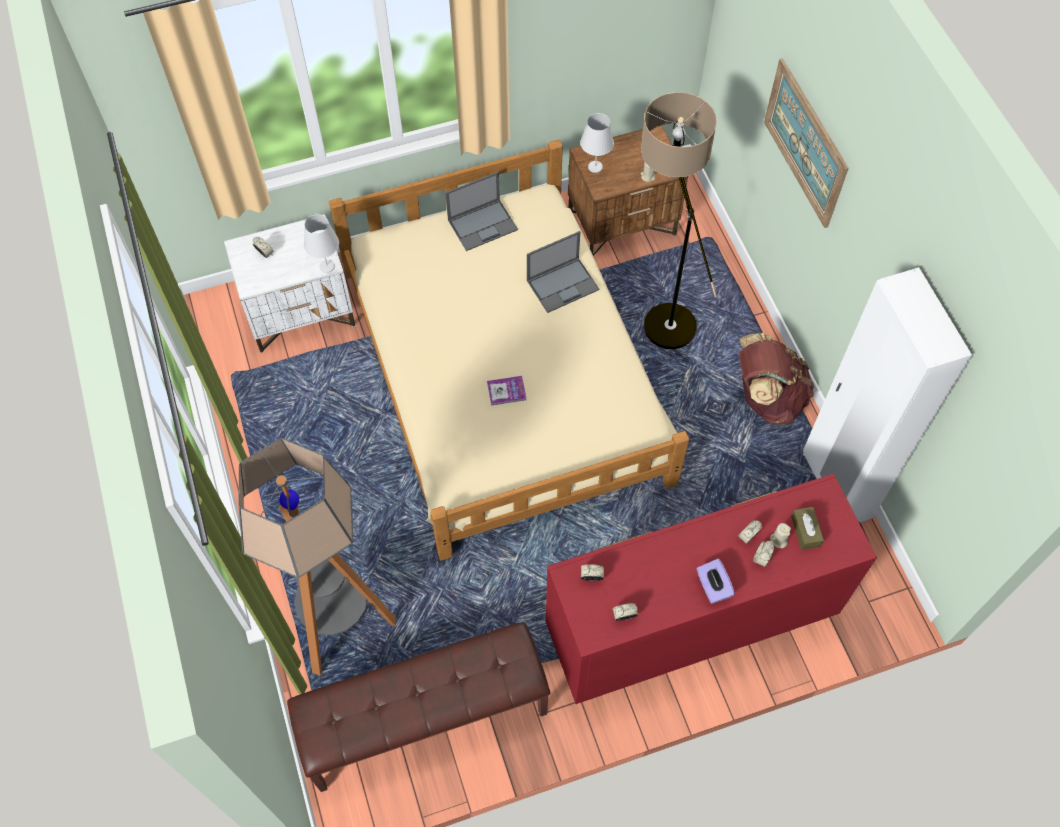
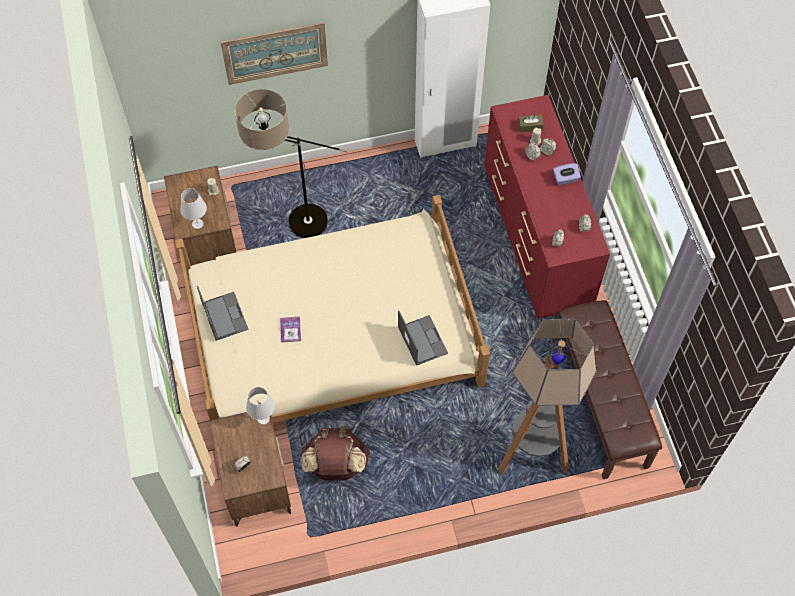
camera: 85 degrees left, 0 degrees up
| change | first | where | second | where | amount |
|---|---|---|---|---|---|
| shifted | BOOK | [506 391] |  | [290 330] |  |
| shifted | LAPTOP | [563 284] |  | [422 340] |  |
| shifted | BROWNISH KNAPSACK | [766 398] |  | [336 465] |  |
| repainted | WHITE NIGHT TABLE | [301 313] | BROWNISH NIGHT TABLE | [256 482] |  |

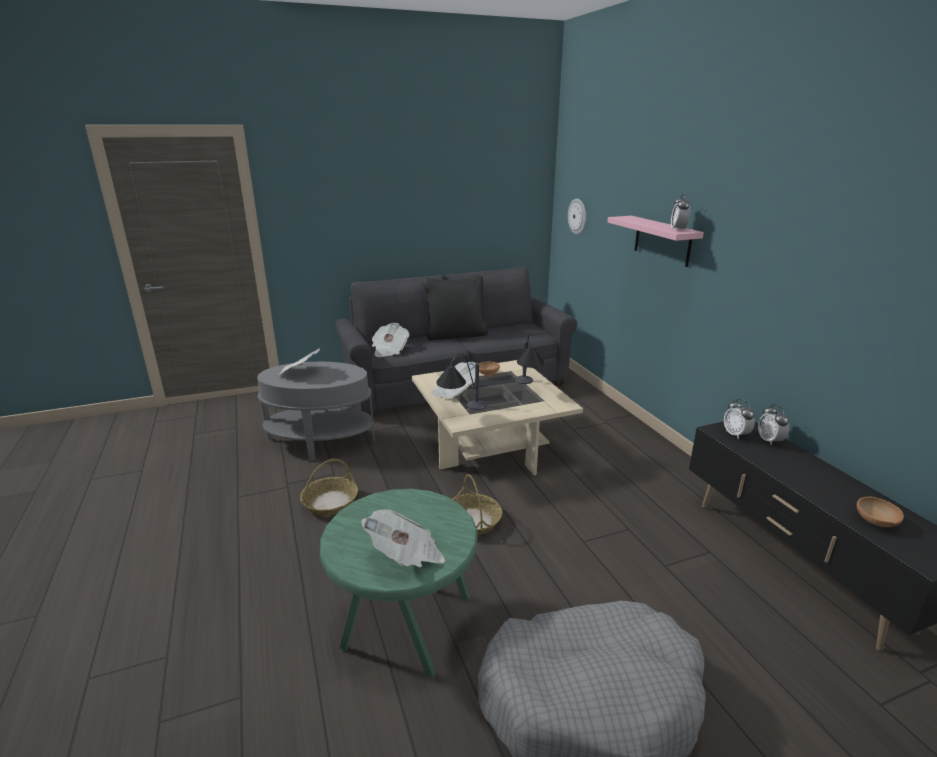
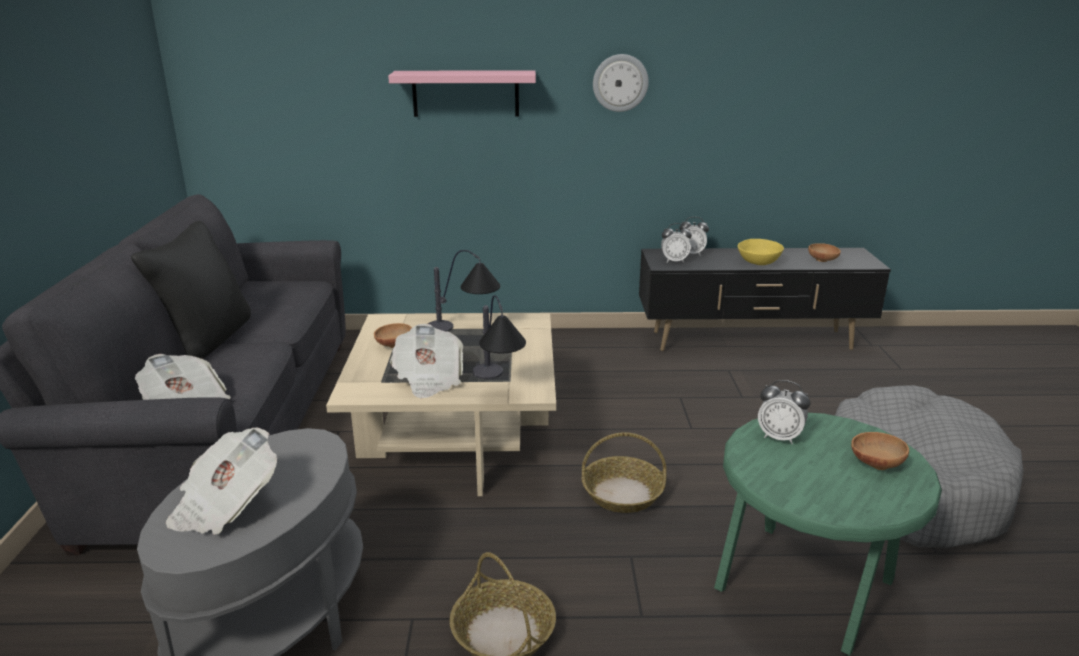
camera: 70 degrees left, 0 degrees up
| change | first | where | second | where | amount |
|---|---|---|---|---|---|
| new |  |  | YELLOW-COLOURED BOWL | [758 262] |  |
| shifted | CLOCK ON THE WALL | [578 216] |  | [620 83] |  |
| shifted | TABLE CLOCK | [678 230] |  | [779 437] |  |
| swapped | PRINTED PAPER | [405 555] | BROWNISH BOWL | [875 463] |  |

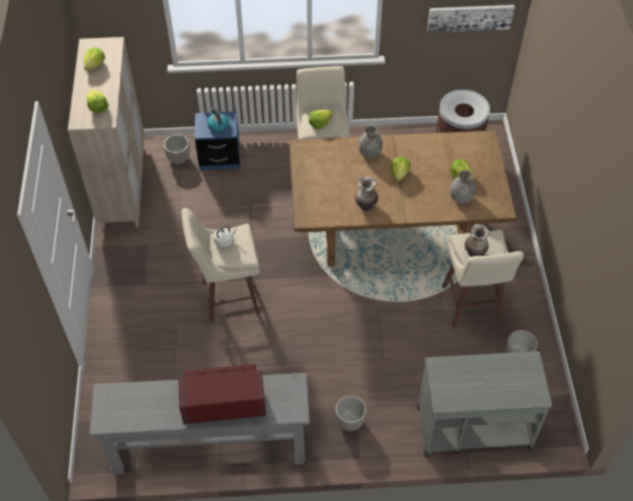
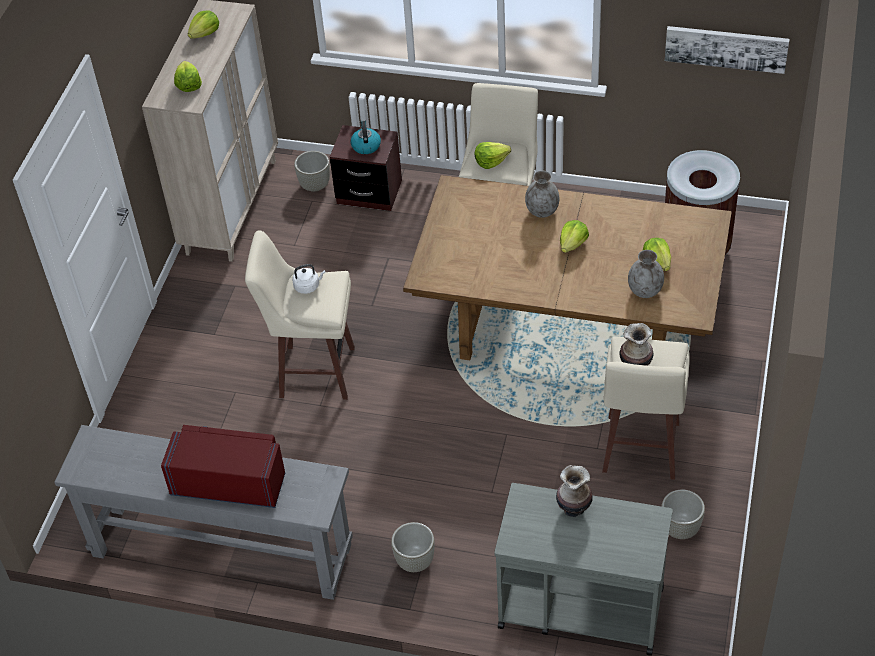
camera: 20 degrees right, 5 degrees down
| change | first | where | second | where | amount |
|---|---|---|---|---|---|
| shifted | DECORATIVE VASE | [365 205] |  | [573 507] |  |
| repainted | BLUE NIGHT TABLE | [219 157] | BROWNISH NIGHT TABLE | [369 192] |  |

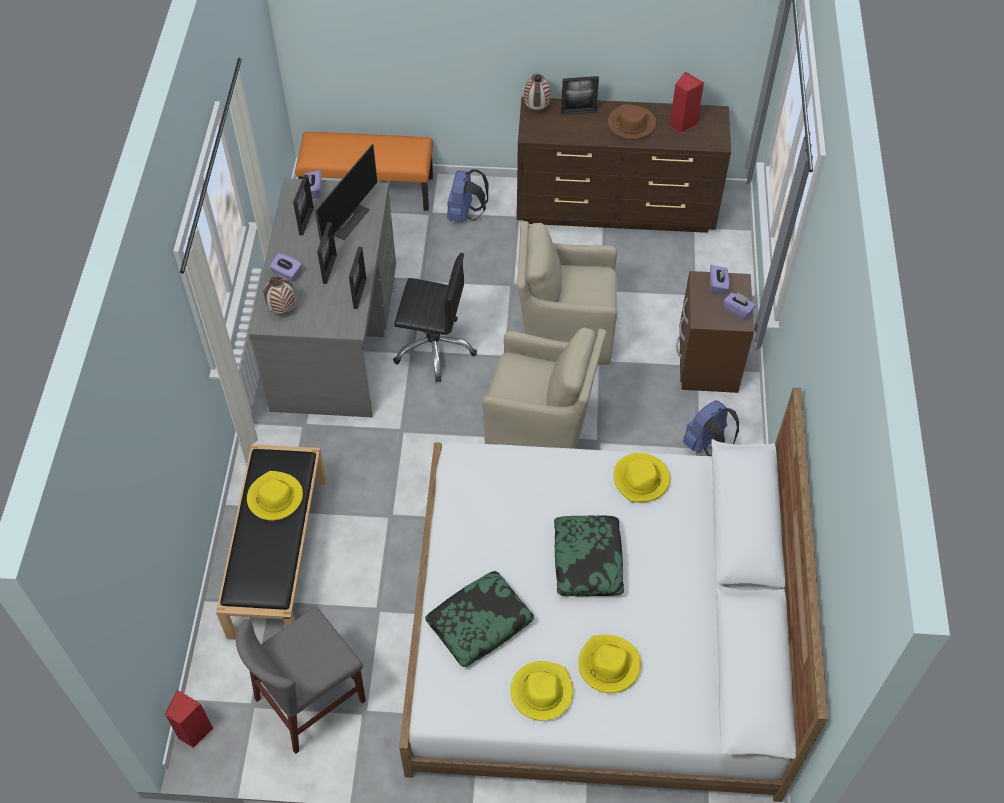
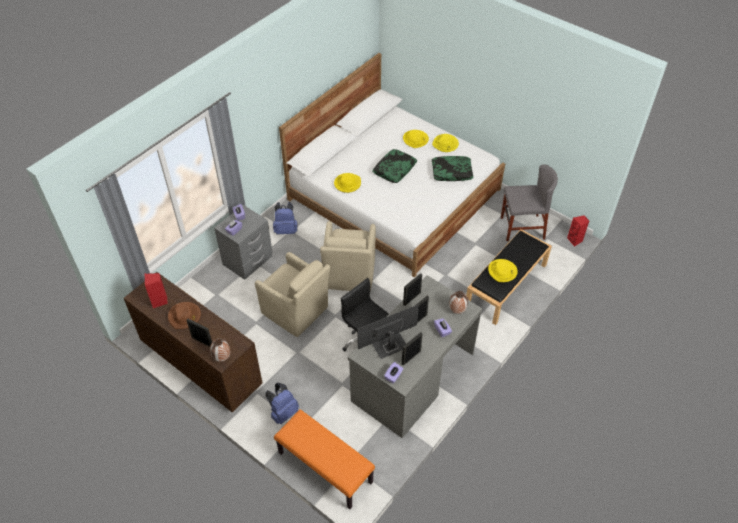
camera: 145 degrees left, 5 degrees down
| change | first | where | second | where | amount |
|---|---|---|---|---|---|
| repainted | BROWNISH NIGHT TABLE | [706 362] | GRAY NIGHT TABLE | [248 261] |  |
| rotated | SAND-COLOURED ARMCHAIR | [541 428] |  | [349 274] | 135 degrees counterclockwise |

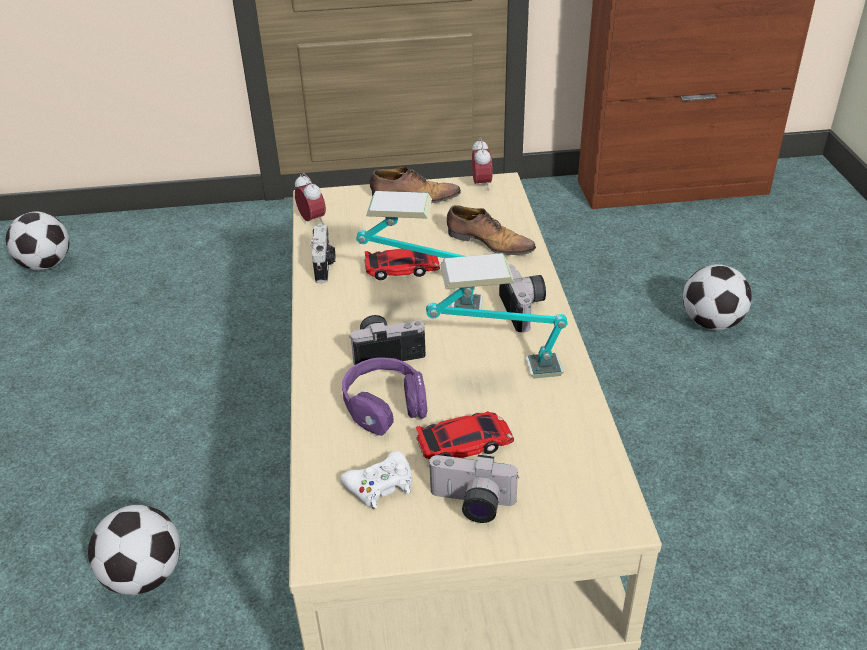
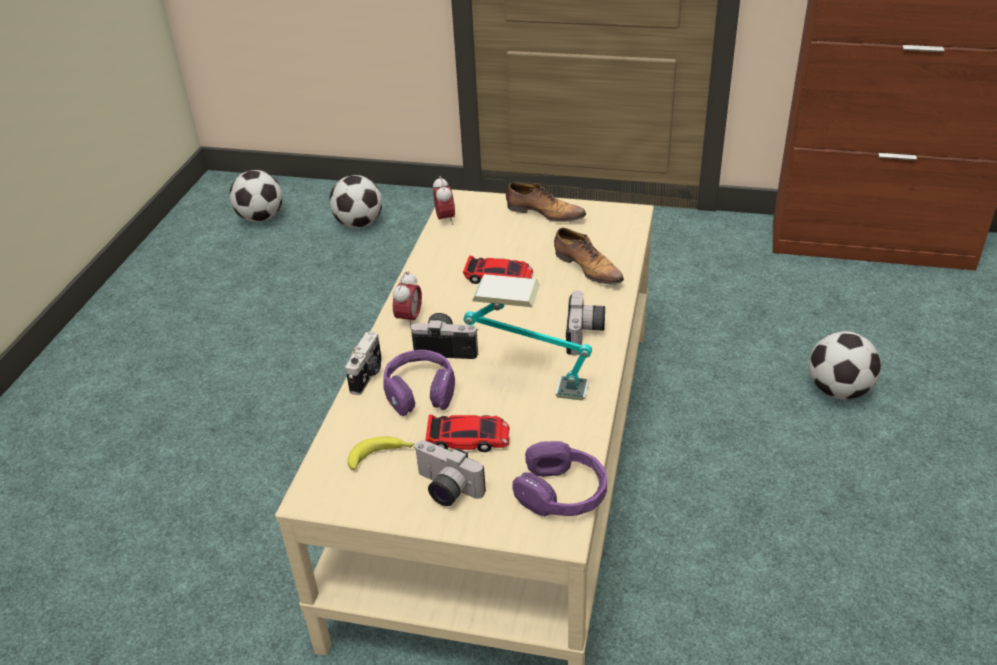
camera: 20 degrees right, 0 degrees up
| change | first | where | second | where | amount |
|---|---|---|---|---|---|
| gone | TABLETOP LAMP | [423 304] |  |  |  |
| new |  |  | PURPLISH HEADPHONES | [562 493] |  |
| shifted | BALL FOR FOOTBALL | [144 576] |  | [359 224] |  |
| shifted | PHOTO CAMERA | [324 266] |  | [368 376] |  |
| shifted | TABLE CLOCK | [481 184] |  | [409 319] |  |
| swapped | WHITE GAMEPAD | [380 485] | BANANA | [382 456] |  |

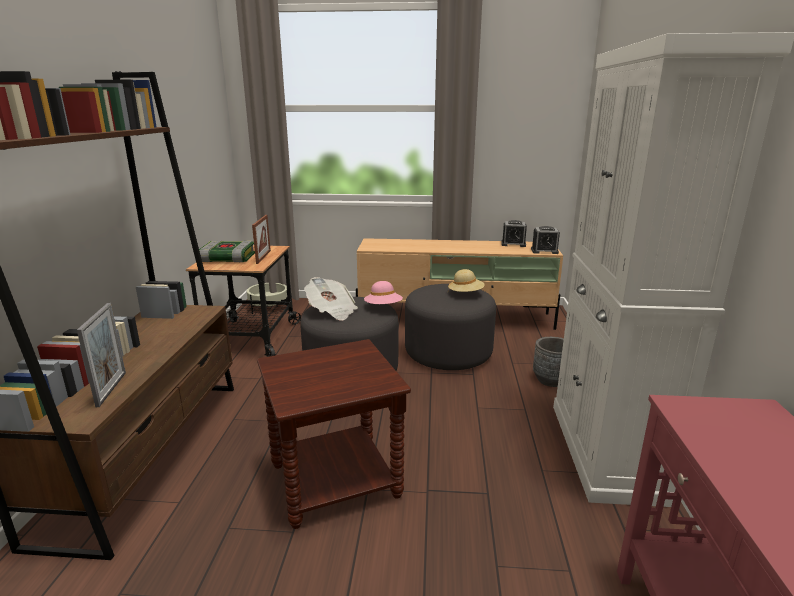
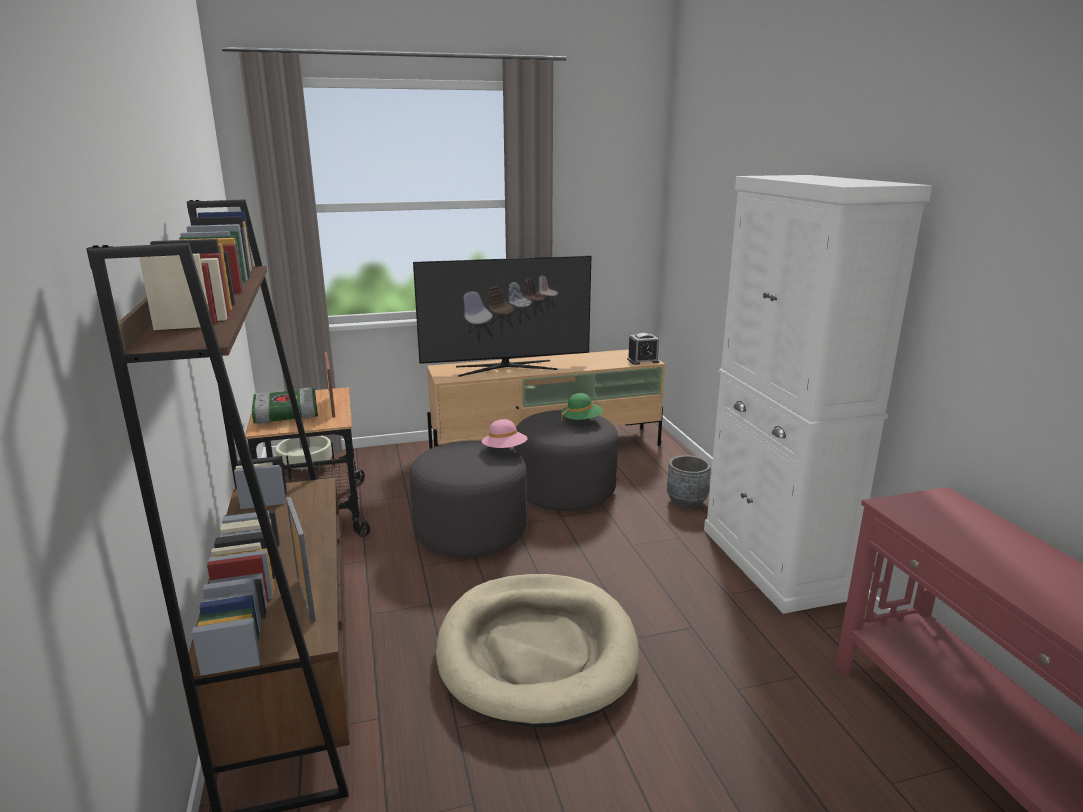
camera: 20 degrees left, 0 degrees up
| change | first | where | second | where | amount |
|---|---|---|---|---|---|
| gone | PRINTED PAPER | [331 311] |  |  |  |
| gone | TABLE CLOCK | [513 244] |  |  |  |
| new |  |  | TV | [505 368] |  |
| swapped | BROWNISH SIDE TABLE | [335 480] | SAND-COLOURED DOG BED | [537 651] |  |
| repainted | SAND-COLOURED HAT | [465 294] | GREENISH HAT | [581 421] |  |

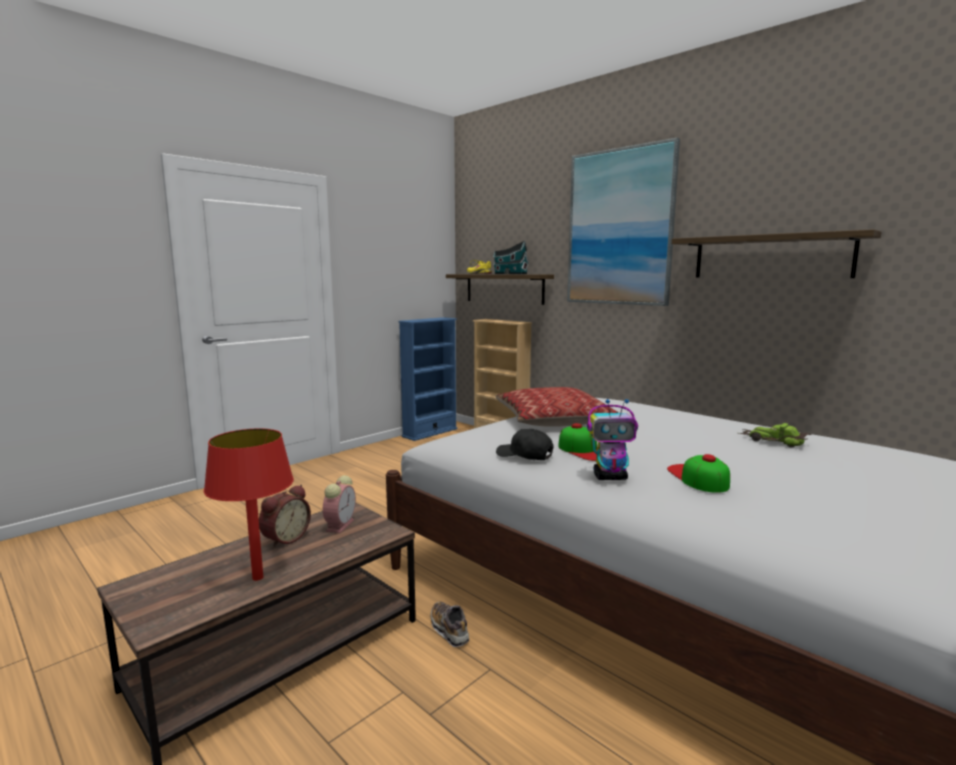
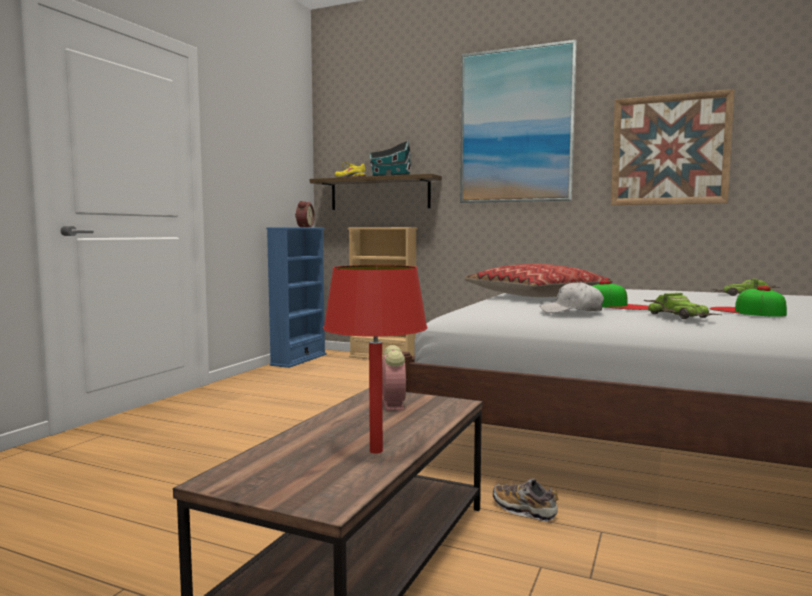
camera: 20 degrees left, 5 degrees down
| change | first | where | second | where | amount |
|---|---|---|---|---|---|
| shifted | TABLE CLOCK | [284 538] |  | [304 227] |  |
| swapped | MODEL ROBOT | [610 477] | MODEL CAR | [680 316] |  |
| swapped | BRACKET SHELF | [770 257] | PICTURE | [669 150] |  |
| repainted | BLACKISH CAP | [525 455] | WHITE CAP | [571 311] |  |

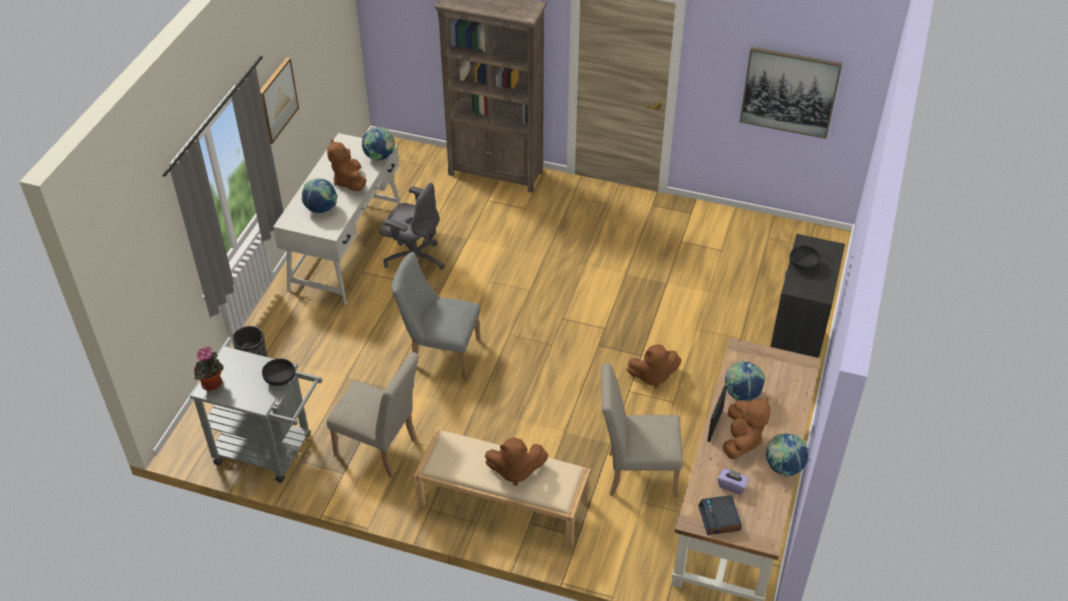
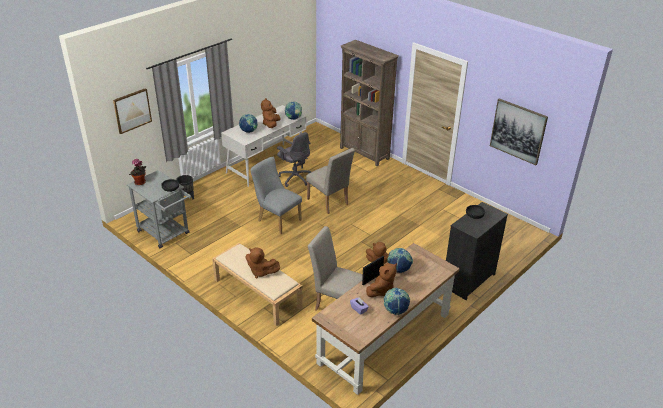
camera: 25 degrees right, 10 degrees down
| change | first | where | second | where | amount |
|---|---|---|---|---|---|
| gone | TABLE CLOCK | [720 519] |  |  |  |
| shifted | PICTURE | [277 100] |  | [132 110] |  |
| shifted | SAND-COLOURED PLAIN CHAIR | [381 450] |  | [329 203] |  |

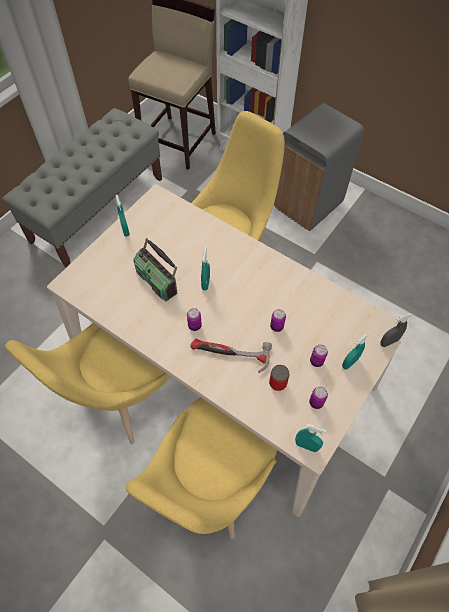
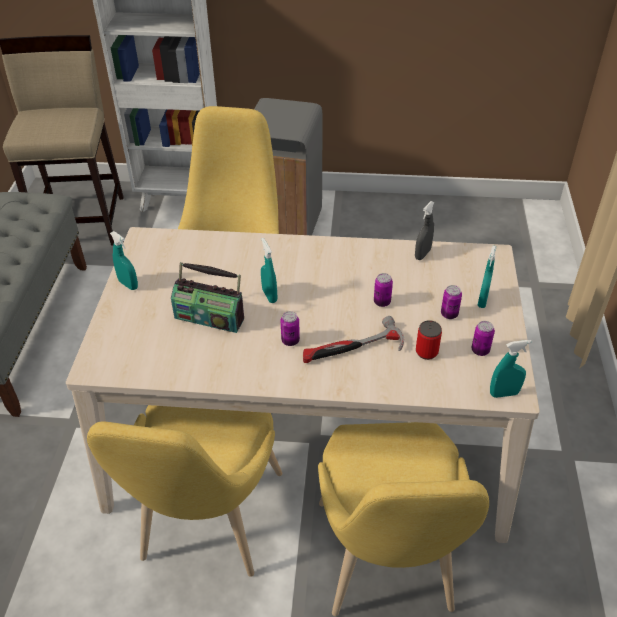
camera: 30 degrees left, 15 degrees down
| change | first | where | second | where | amount |
|---|---|---|---|---|---|
| shifted | GRAY HAND SPRAYER | [389 342] |  | [422 254] |  |

